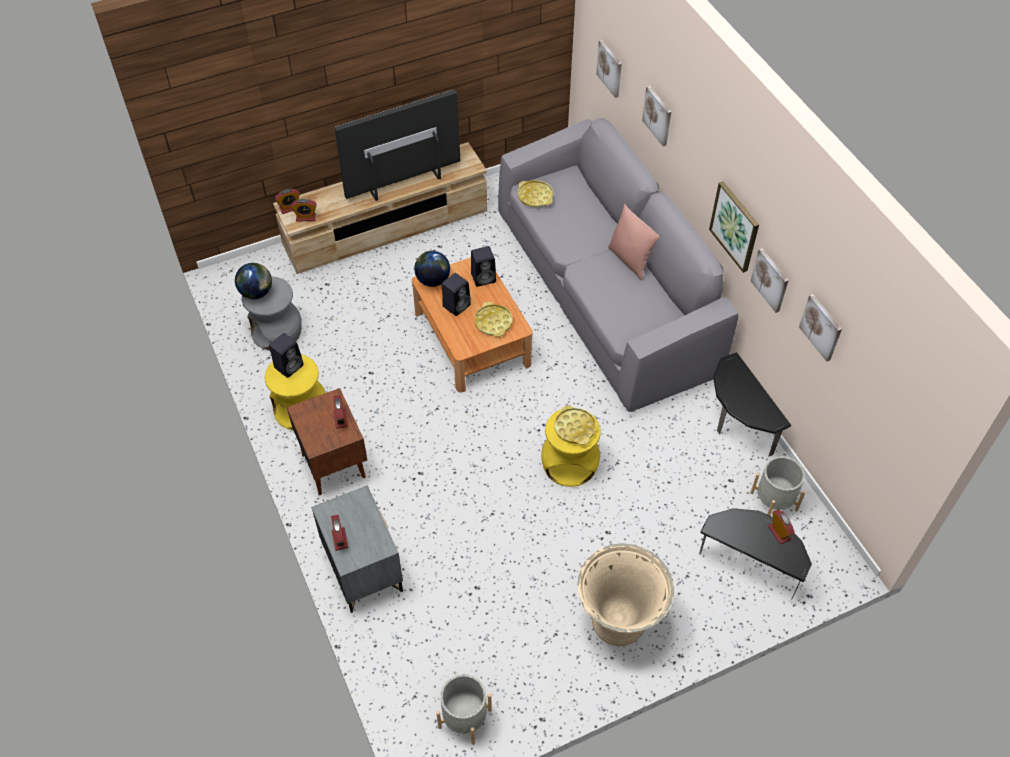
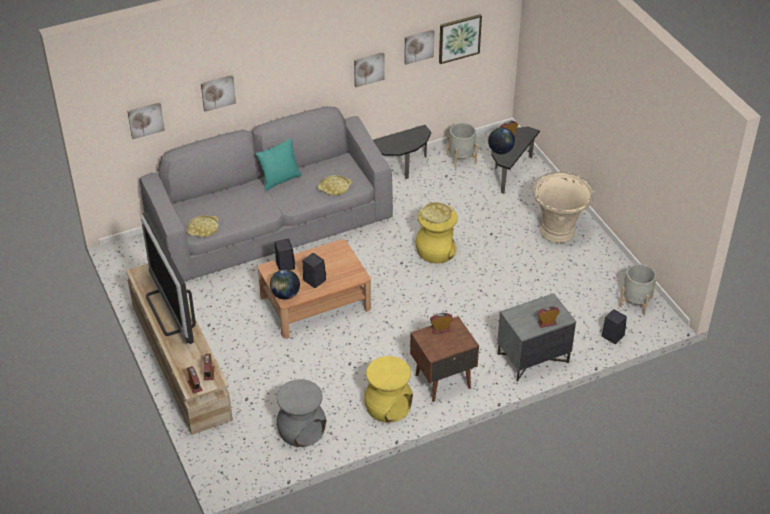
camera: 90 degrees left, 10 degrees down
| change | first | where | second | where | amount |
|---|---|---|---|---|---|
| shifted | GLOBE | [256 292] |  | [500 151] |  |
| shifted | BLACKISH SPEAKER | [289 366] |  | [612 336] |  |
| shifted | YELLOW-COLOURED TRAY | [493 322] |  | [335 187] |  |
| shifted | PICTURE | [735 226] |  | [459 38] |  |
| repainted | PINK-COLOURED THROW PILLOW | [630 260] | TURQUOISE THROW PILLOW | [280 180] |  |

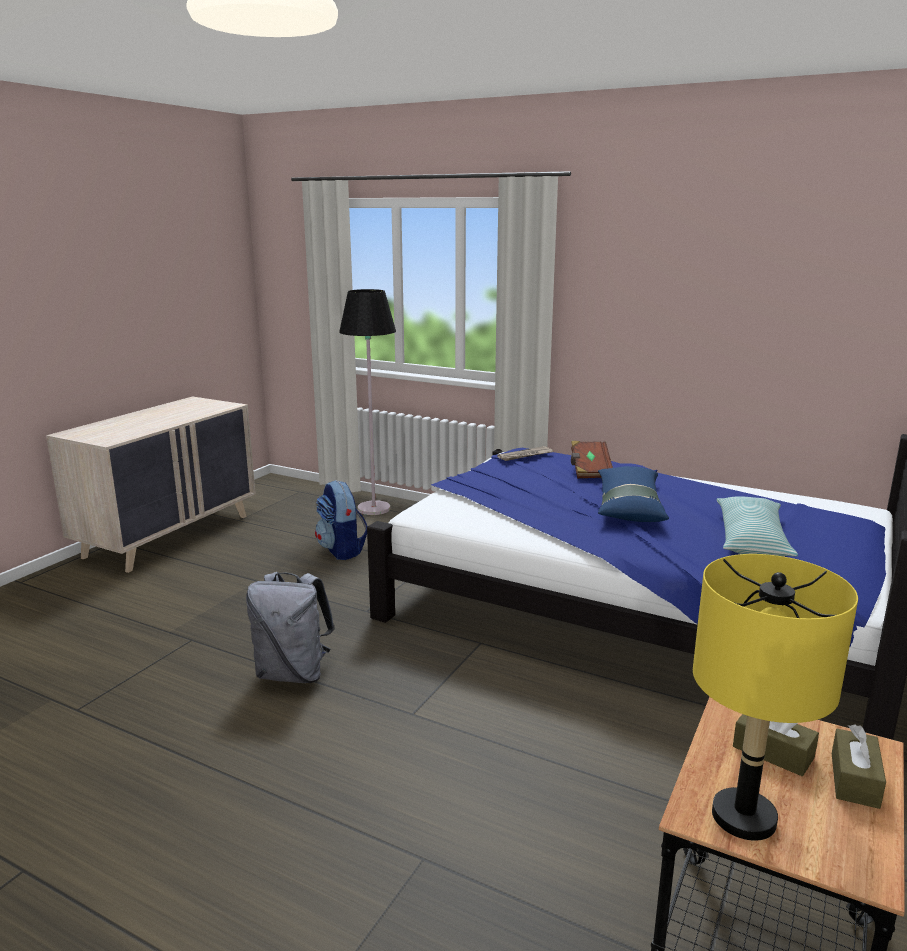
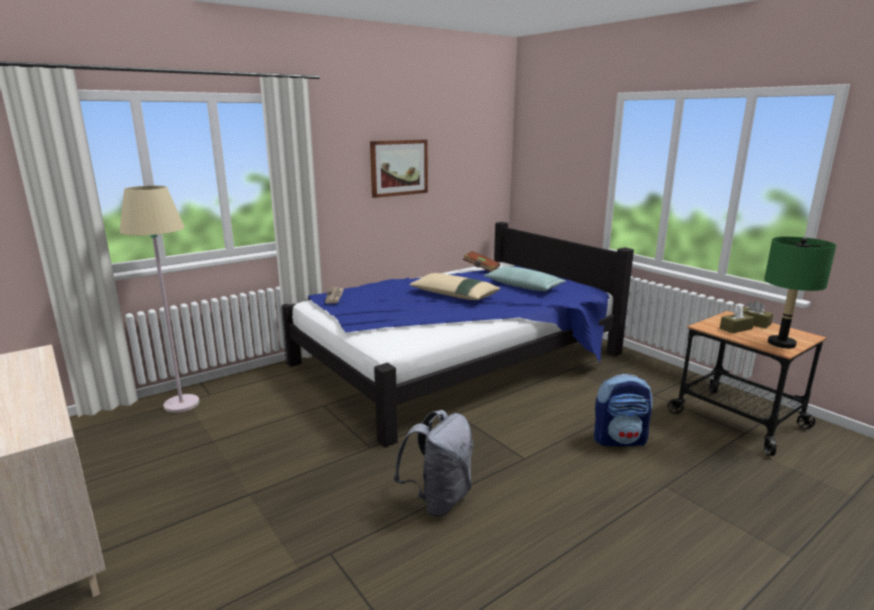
camera: 65 degrees left, 0 degrees up
| change | first | where | second | where | amount |
|---|---|---|---|---|---|
| new |  |  | PICTURE | [399 167] |  |
| shifted | KNAPSACK | [342 550] |  | [619 440] |  |
| shifted | BROWNISH BOOK | [589 470] |  | [481 268] |  |
| repainted | BLACKISH STANDARD LAMP | [373 509] | SAND-COLOURED STANDARD LAMP | [181 404] |  |
| repainted | BLUE THROW PILLOW | [629 505] | SAND-COLOURED THROW PILLOW | [454 295] |  |
| repainted | YELLOW-COLOURED TABLETOP LAMP | [743 817] | GREENISH TABLETOP LAMP | [781 343] |  |

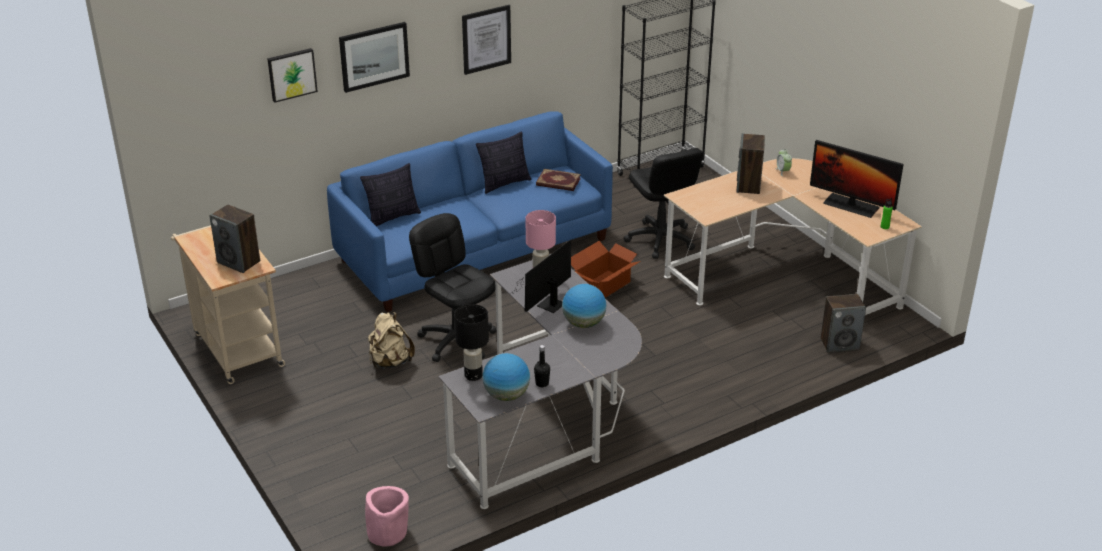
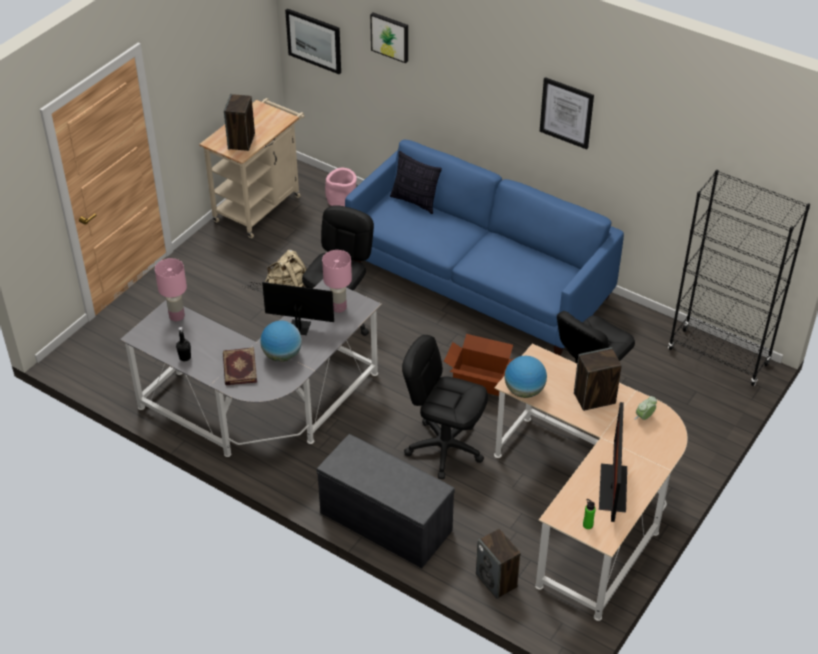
camera: 65 degrees right, 10 degrees up
| change | first | where | second | where | amount |
|---|---|---|---|---|---|
| gone | THROW PILLOW | [504 183] |  |  |  |
| new |  |  | GRAY INDOOR BENCH | [384 522] |  |
| new |  |  | BLACKISH OFFICE CHAIR | [445 448] |  |
| shifted | PICTURE | [374 56] |  | [314 40] |  |
| shifted | PINK-COLOURED FLOWER POT | [388 533] |  | [341 201] |  |
| shifted | GLOBE | [506 395] |  | [524 391] |  |
| shifted | BOOK | [558 182] |  | [239 368] |  |
| repainted | BLACKISH TABLETOP LAMP | [474 375] | PINK-COLOURED TABLETOP LAMP | [177 316] |  |

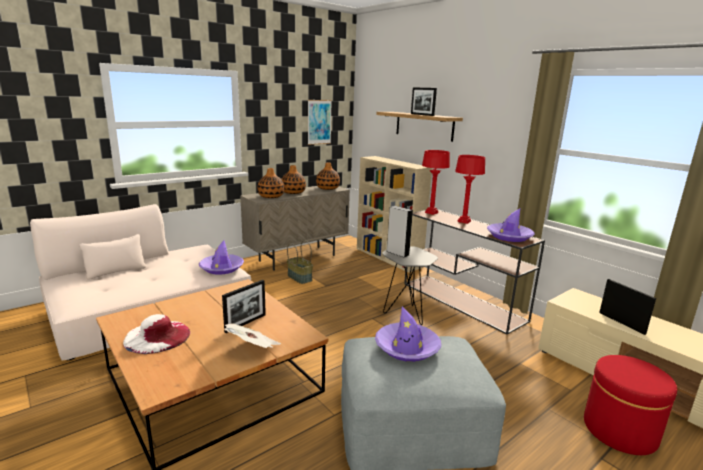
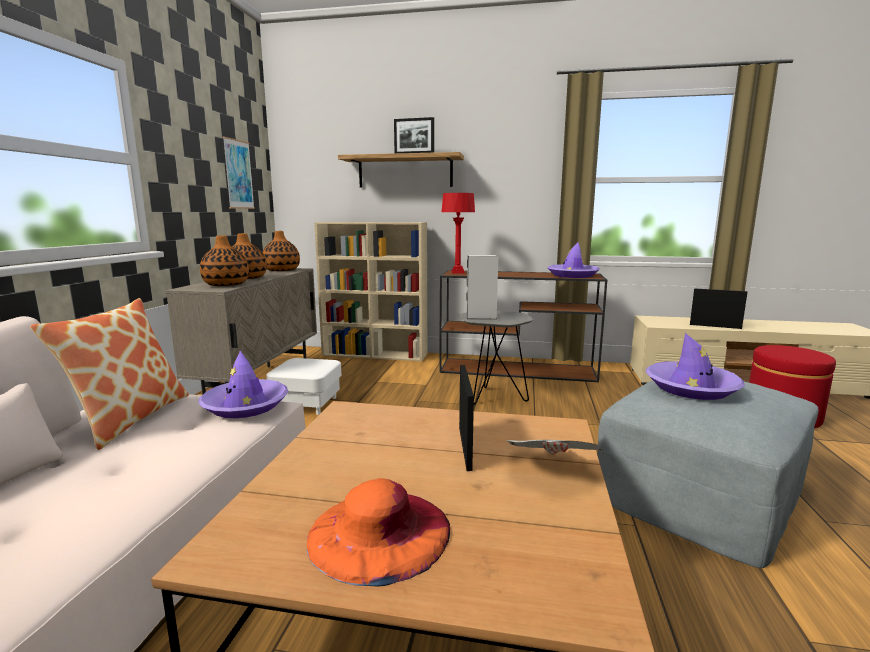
camera: 40 degrees left, 5 degrees down
| change | first | where | second | where | amount |
|---|---|---|---|---|---|
| gone | REDDISH TABLETOP LAMP | [464 221] |  |  |  |
| new |  |  | THROW PILLOW | [129 418] |  |
| swapped | STORAGE BASKET | [300 278] | WHITE OTTOMAN | [307 404] |  |
| repainted | WHITE HAT | [157 336] | ORANGEY HAT | [379 532] |  |

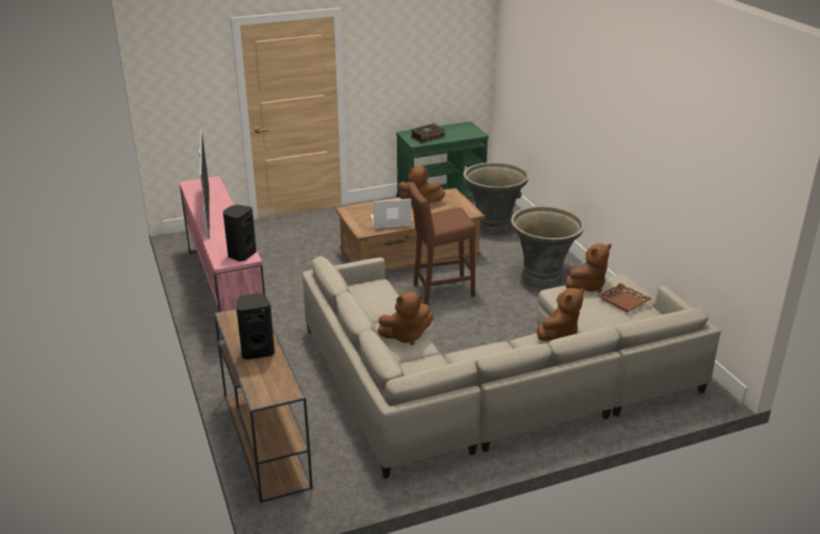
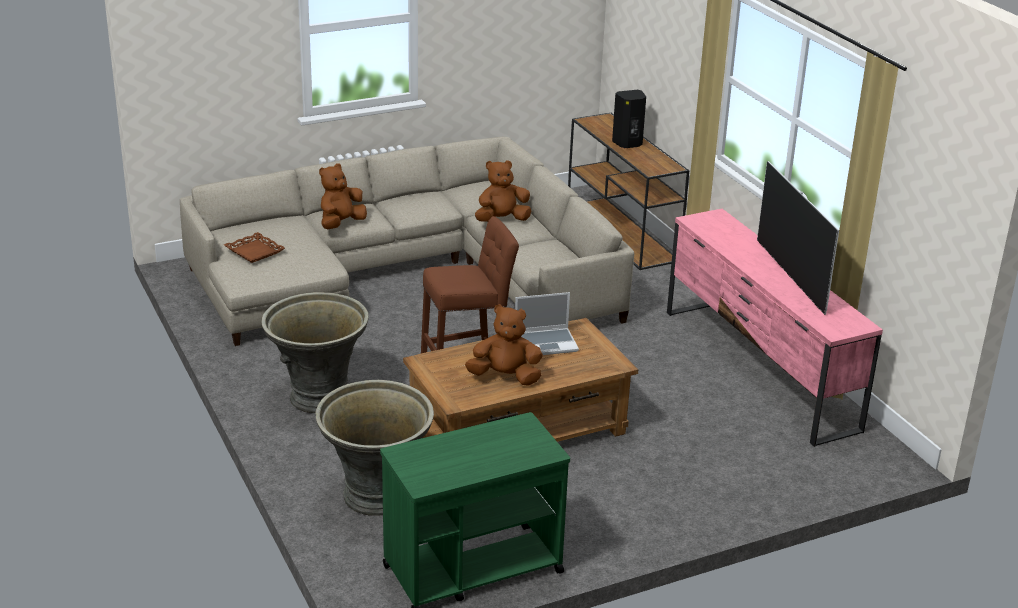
camera: 175 degrees right, 0 degrees up
| change | first | where | second | where | amount |
|---|---|---|---|---|---|
| gone | BLACKISH SPEAKER | [241 255] |  |  |  |
| gone | BOOK | [427 137] |  |  |  |
| gone | BROWNISH PLUSH TOY | [588 286] |  |  |  |

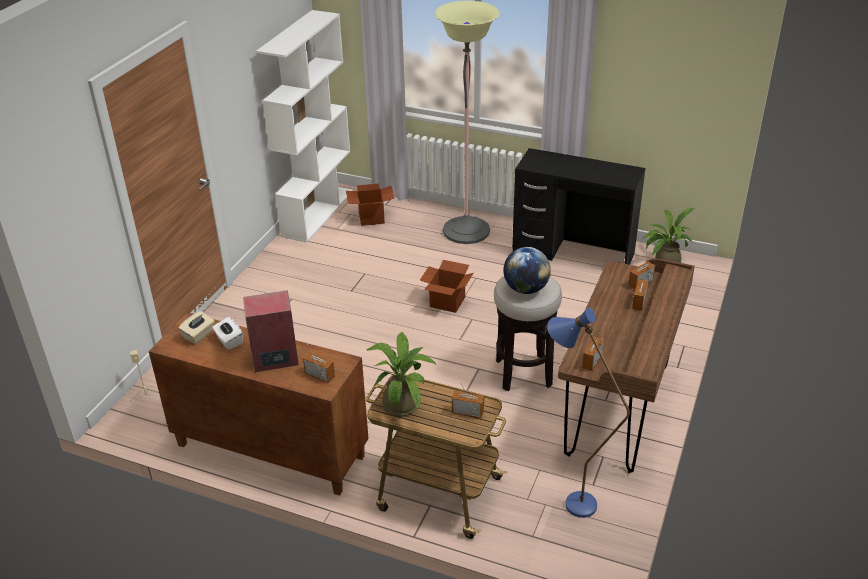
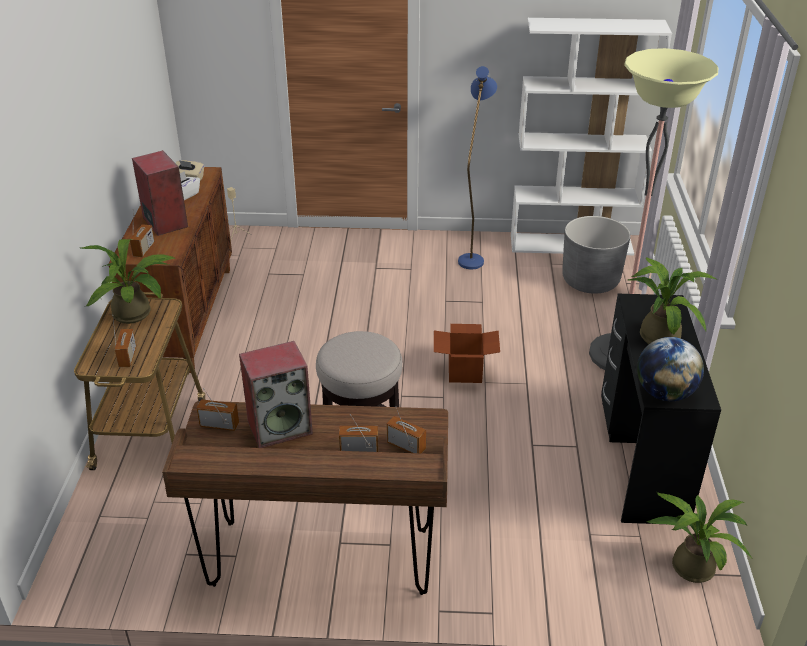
camera: 70 degrees right, 0 degrees up
| change | first | where | second | where | amount |
|---|---|---|---|---|---|
| new |  |  | SPEAKER | [280 427] |  |
| new |  |  | HOUSEPLANT | [658 334] |  |
| shifted | GLOBE | [525 289] |  | [664 393] |  |
| shifted | BLUE STANDARD LAMP | [569 501] |  | [471 257] |  |
| swapped | CARDBOARD BOX | [371 218] | GRAY FLOWER POT | [590 280] |  |

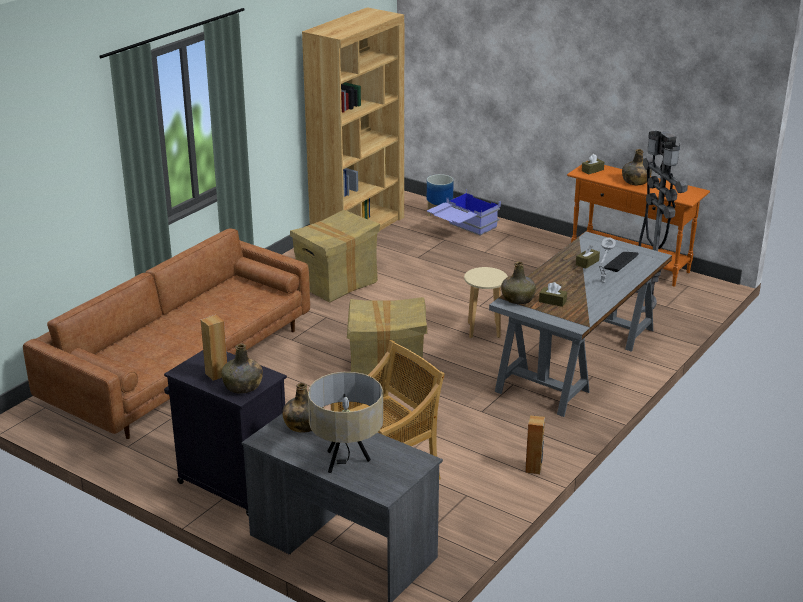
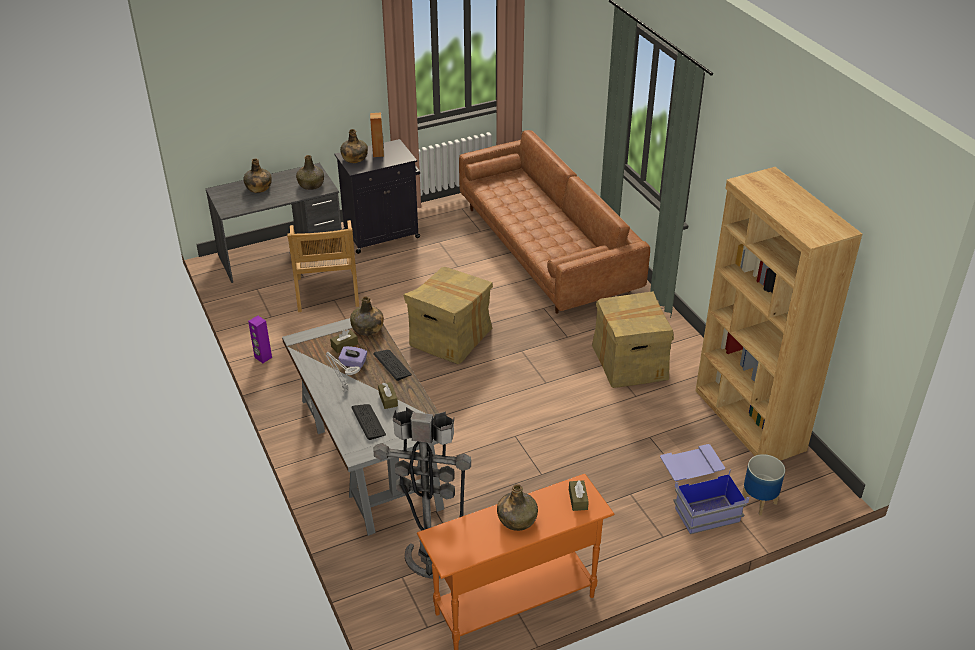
camera: 120 degrees right, 10 degrees up
| change | first | where | second | where | amount |
|---|---|---|---|---|---|
| gone | SAND-COLOURED STOOL SEAT | [483 330] |  |  |  |
| new |  |  | PURPLISH TISSUE HOLDER | [353 363] |  |
| new |  |  | COMPUTER KEYBOARD | [392 365] |  |
| swapped | SAND-COLOURED TABLETOP LAMP | [347 462] | GREENISH DRINK BOTTLE | [258 188] |  |
| repainted | BROWNISH SPEAKER | [533 468] | PURPLISH SPEAKER | [263 357] |  |

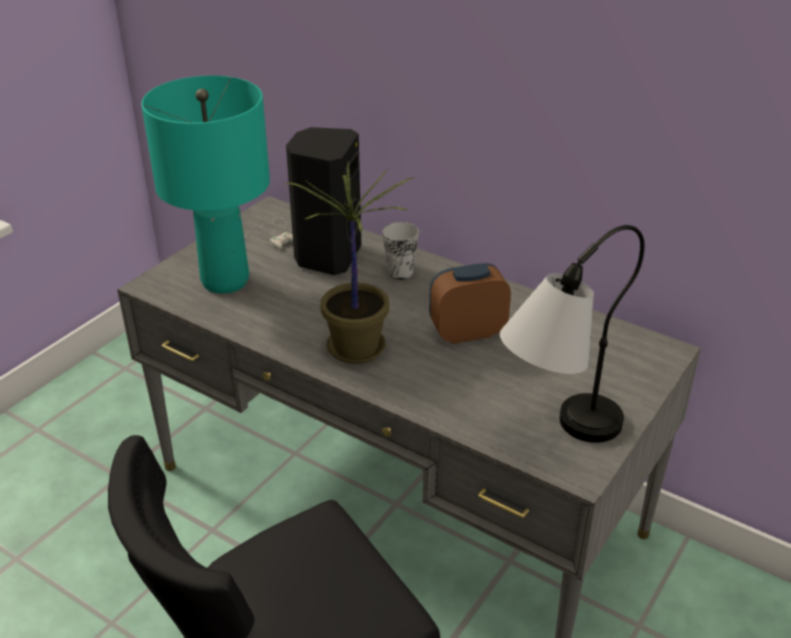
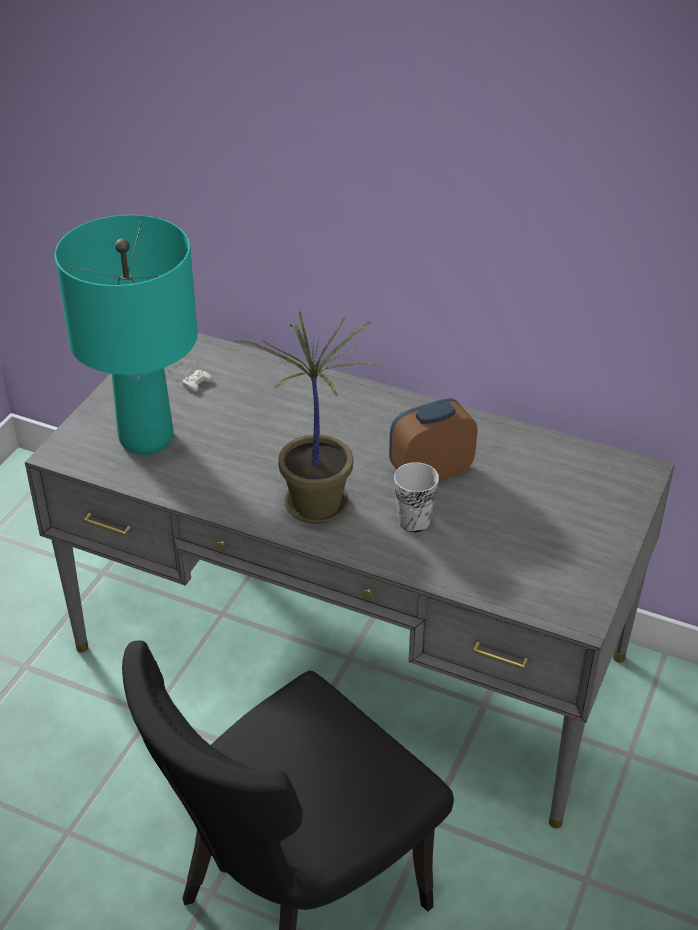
camera: 10 degrees left, 5 degrees up
| change | first | where | second | where | amount |
|---|---|---|---|---|---|
| gone | BLACKISH SPEAKER | [326 256] |  |  |  |
| gone | TABLETOP LAMP | [555 435] |  |  |  |
| shifted | CUP | [400 272] |  | [414 521] |  |

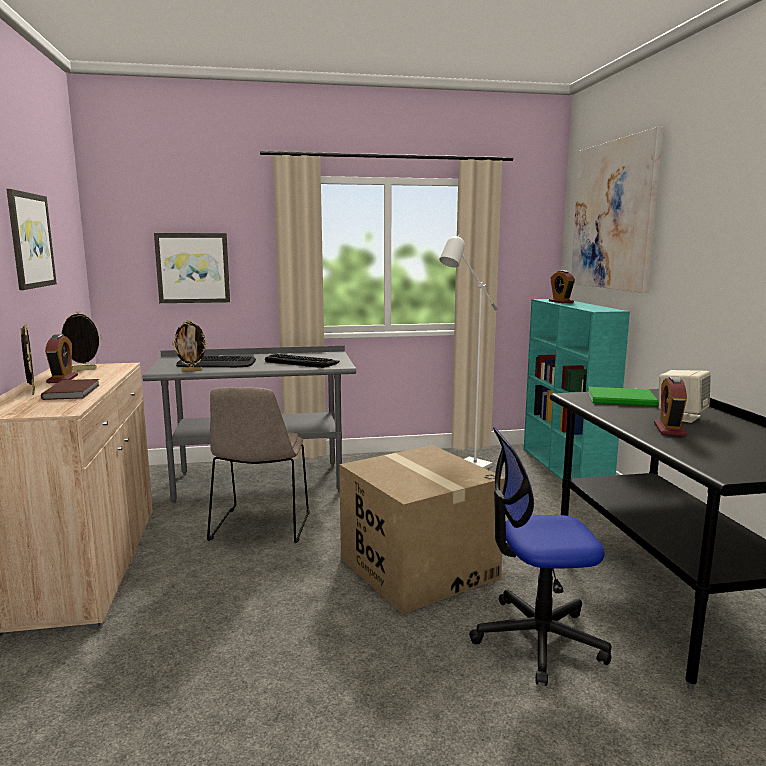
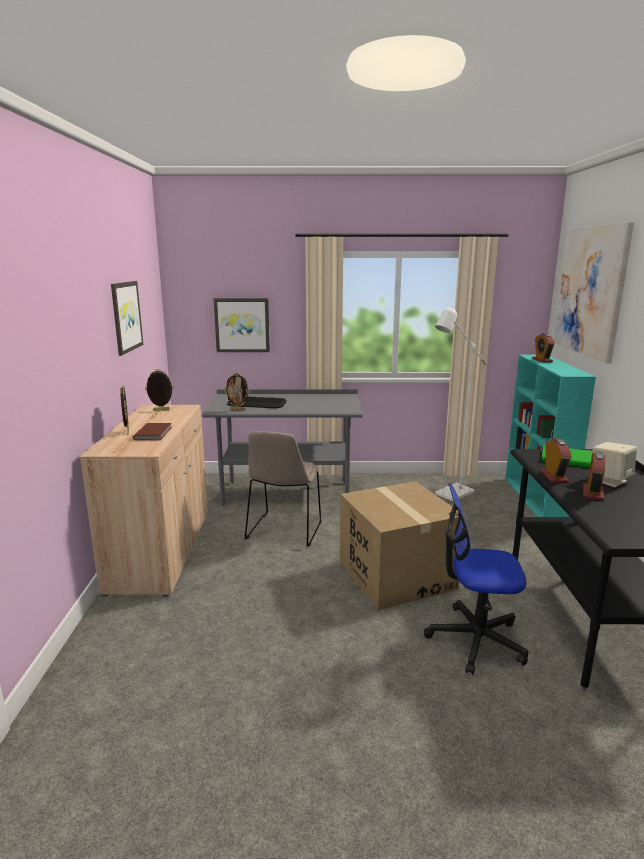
camera: 10 degrees right, 5 degrees up
| change | first | where | second | where | amount |
|---|---|---|---|---|---|
| gone | COMPUTER KEYBOARD | [301 362] |  |  |  |
| shifted | TABLE CLOCK | [62 379] |  | [554 477] |  |

